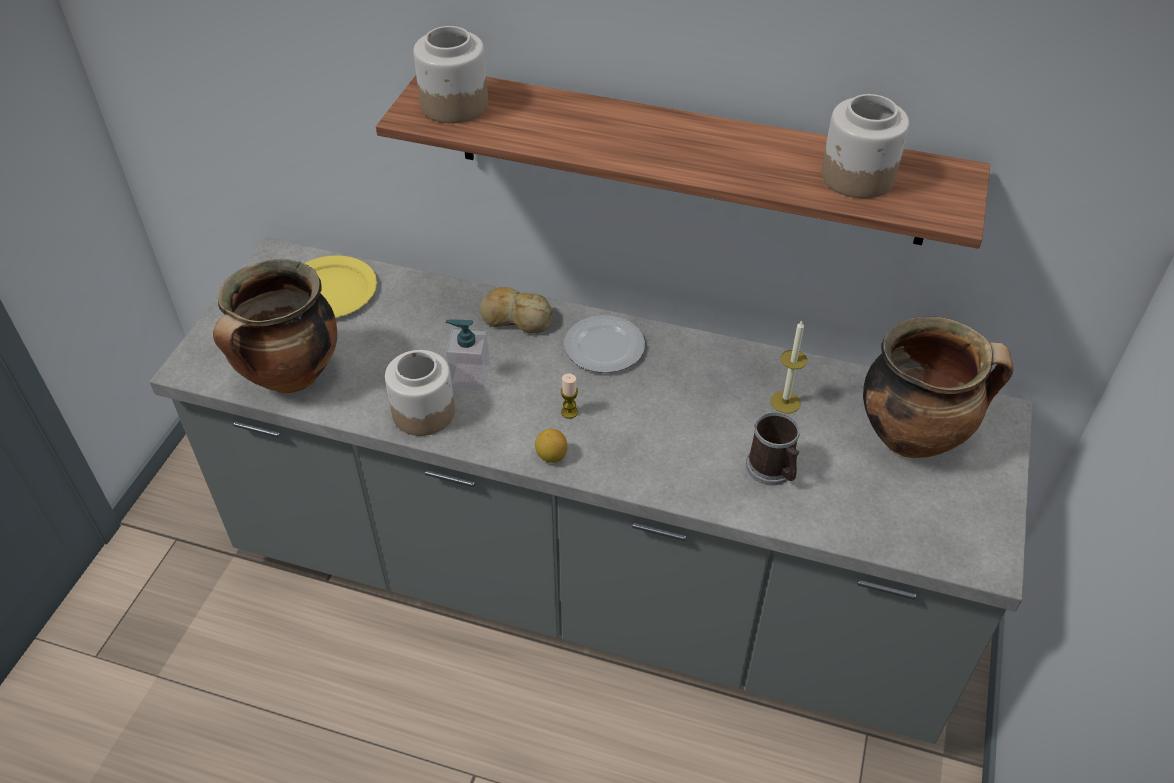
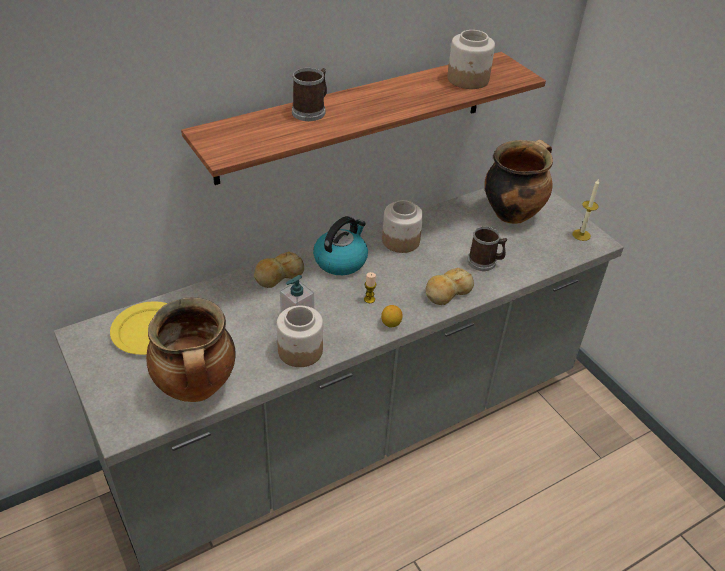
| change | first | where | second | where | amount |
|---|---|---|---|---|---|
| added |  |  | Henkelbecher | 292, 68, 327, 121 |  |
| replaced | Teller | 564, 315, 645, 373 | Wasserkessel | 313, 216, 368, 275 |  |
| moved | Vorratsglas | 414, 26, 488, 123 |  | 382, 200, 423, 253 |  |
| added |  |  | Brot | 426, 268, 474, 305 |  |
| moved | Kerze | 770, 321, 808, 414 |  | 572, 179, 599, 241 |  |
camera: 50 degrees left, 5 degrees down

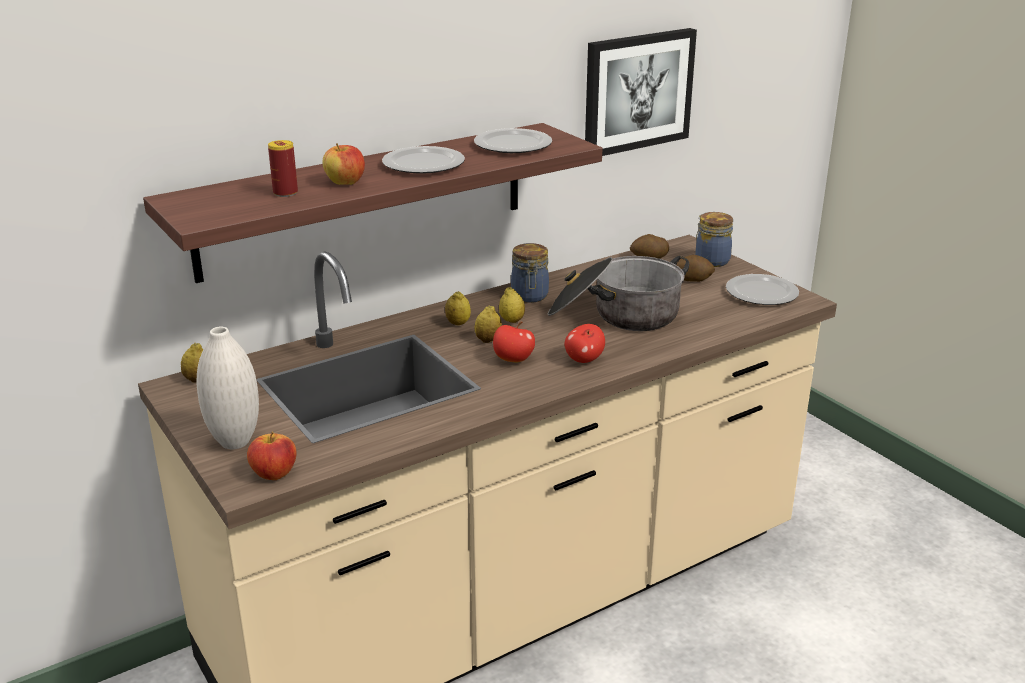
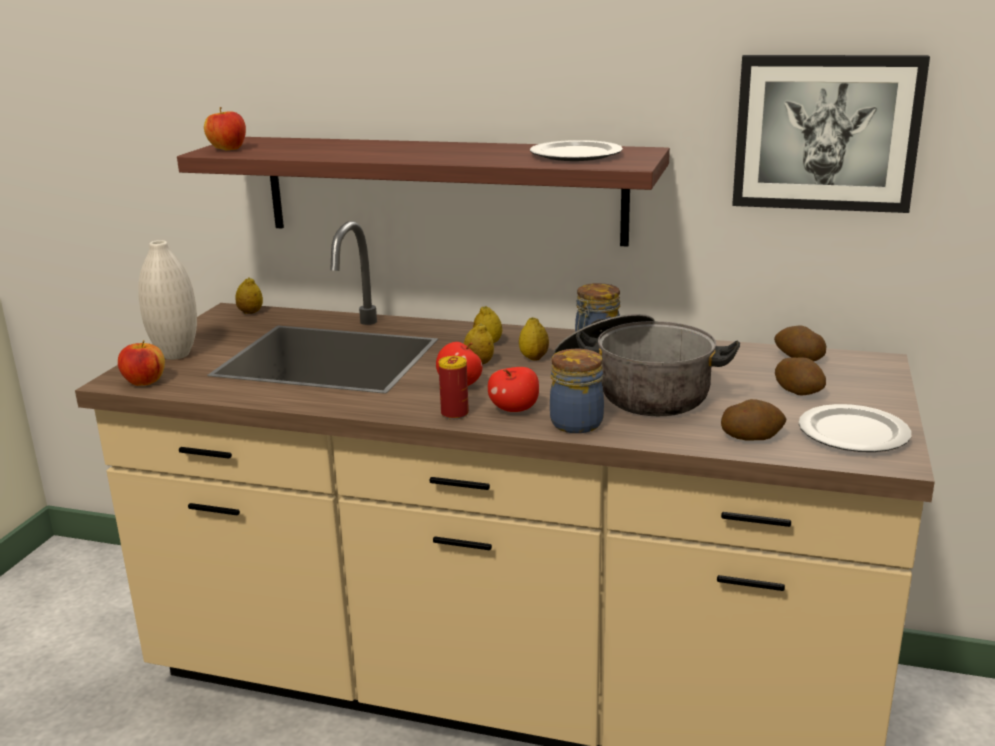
| change | first | where | second | where | amount |
|---|---|---|---|---|---|
| moved | Apfel | 323, 143, 365, 185 |  | 204, 107, 246, 150 |  |
| moved | Dose | 268, 140, 298, 197 |  | 439, 356, 469, 420 |  |
| moved | Vorratsglas | 696, 212, 733, 267 |  | 550, 349, 604, 433 |  |
| added |  |  | Kartoffel | 721, 399, 787, 441 |  |
| removed | Teller | 382, 146, 465, 174 |  |  |  |
camera: 50 degrees right, 5 degrees down

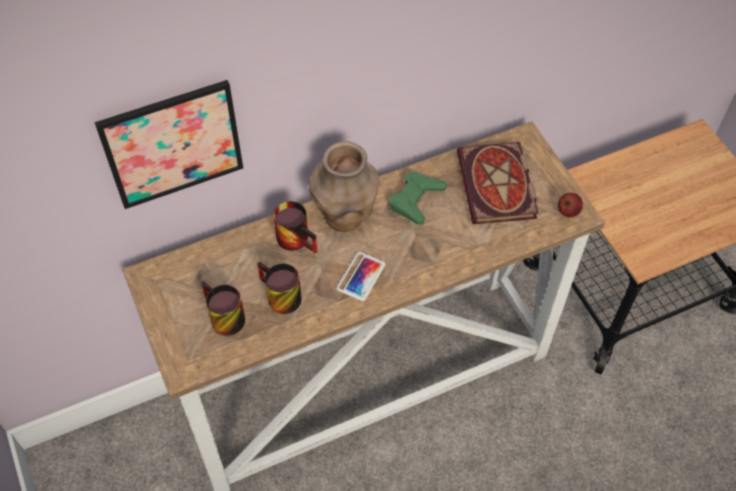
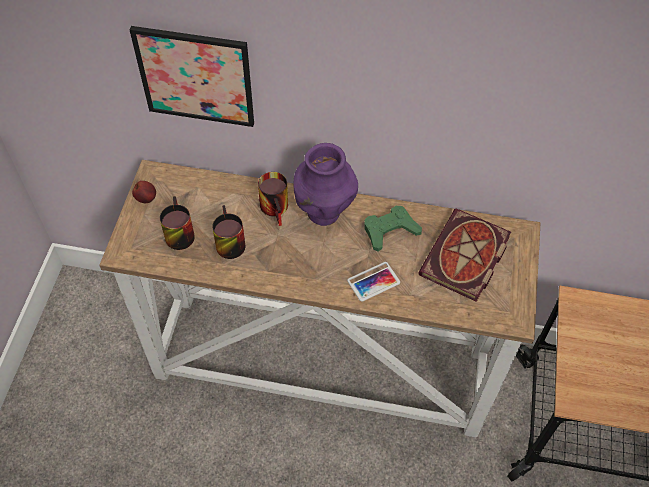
| change | first | where | second | where | amount |
|---|---|---|---|---|---|
| moved | Apfel | 558, 193, 583, 217 |  | 132, 181, 156, 203 |  |
| recoloured | Vase [braun] | 309, 141, 380, 232 | Vase [lila] | 294, 143, 358, 226 |  |
| moved | Handy | 336, 252, 385, 301 |  | 347, 262, 400, 301 |  |
camera: 35 degrees right, 0 degrees up

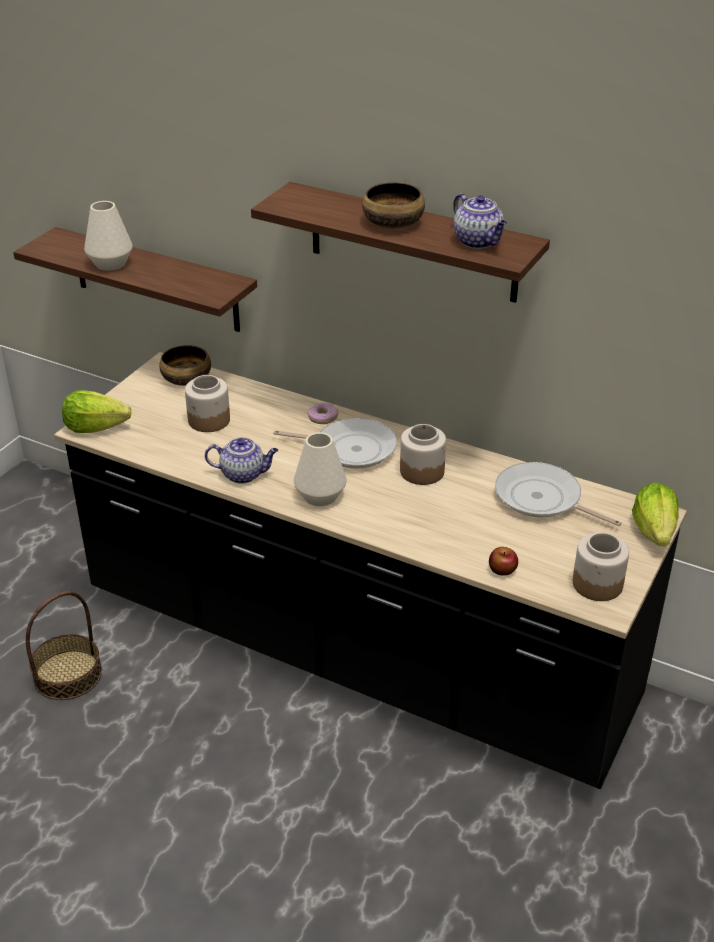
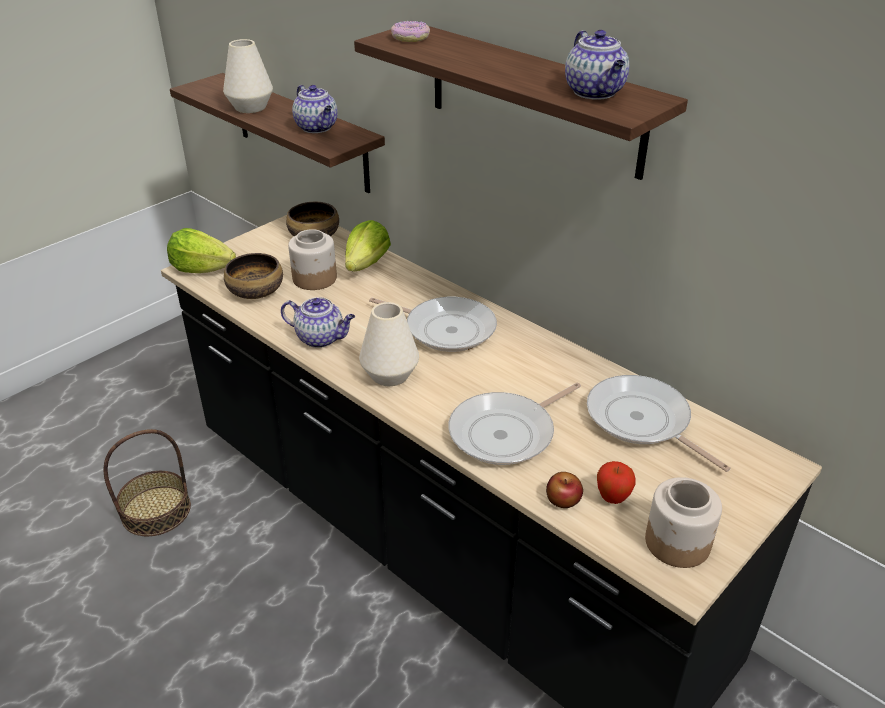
| change | first | where | second | where | amount |
|---|---|---|---|---|---|
| moved | Schüssel | 362, 182, 425, 229 |  | 224, 253, 283, 299 |  |
| added |  |  | Teekanne | 292, 85, 338, 133 |  |
| moved | Salatkopf | 632, 482, 679, 546 |  | 345, 220, 391, 271 |  |
| moved | Donut | 308, 403, 338, 424 |  | 391, 21, 430, 42 |  |
| added |  |  | Pfanne | 448, 383, 581, 465 |  |
| added |  |  | Apfel | 597, 461, 636, 504 |  |
| removed | Vorratsglas | 400, 424, 446, 485 |  |  |  |
camera: 15 degrees right, 0 degrees up

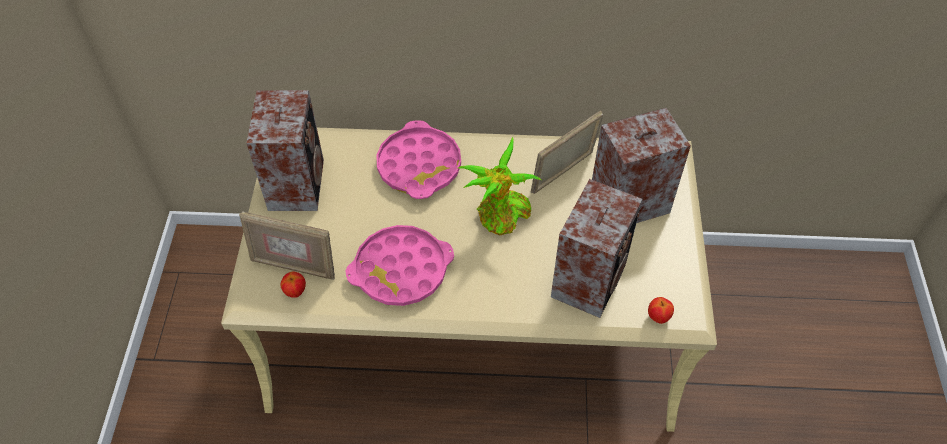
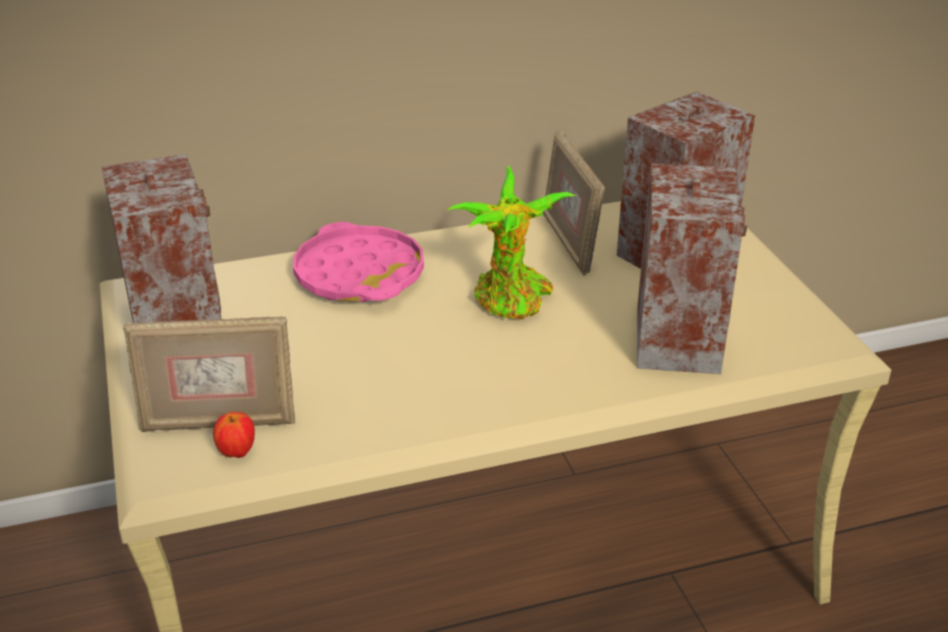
| change | first | where | second | where | amount |
|---|---|---|---|---|---|
| turned | Bilderrahmen | 531, 111, 603, 194 |  | 543, 130, 605, 276 | 45 degrees counterclockwise |
| removed | Tablett [rosa] | 345, 225, 454, 306 |  |  |  |
| removed | Apfel | 648, 297, 674, 324 |  |  |  |
camera: 20 degrees left, 20 degrees down

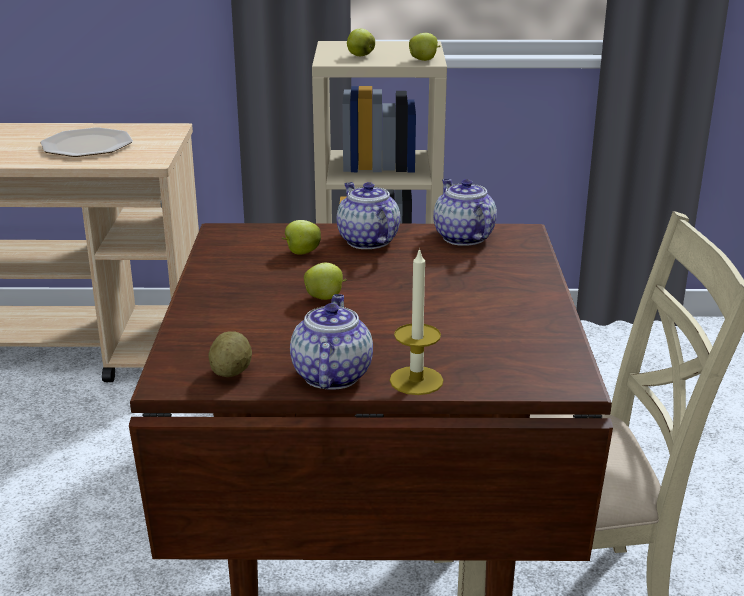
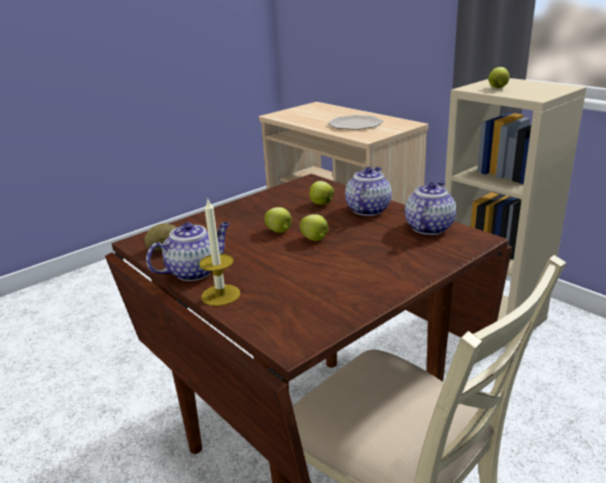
| change | first | where | second | where | amount |
|---|---|---|---|---|---|
| moved | Apfel | 409, 33, 440, 61 |  | 300, 214, 328, 241 |  |
camera: 50 degrees right, 0 degrees up

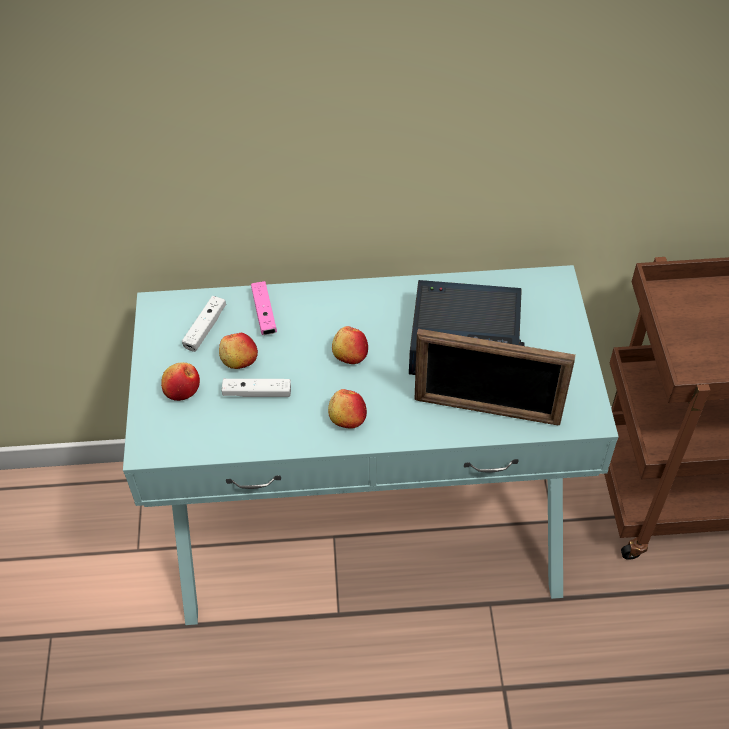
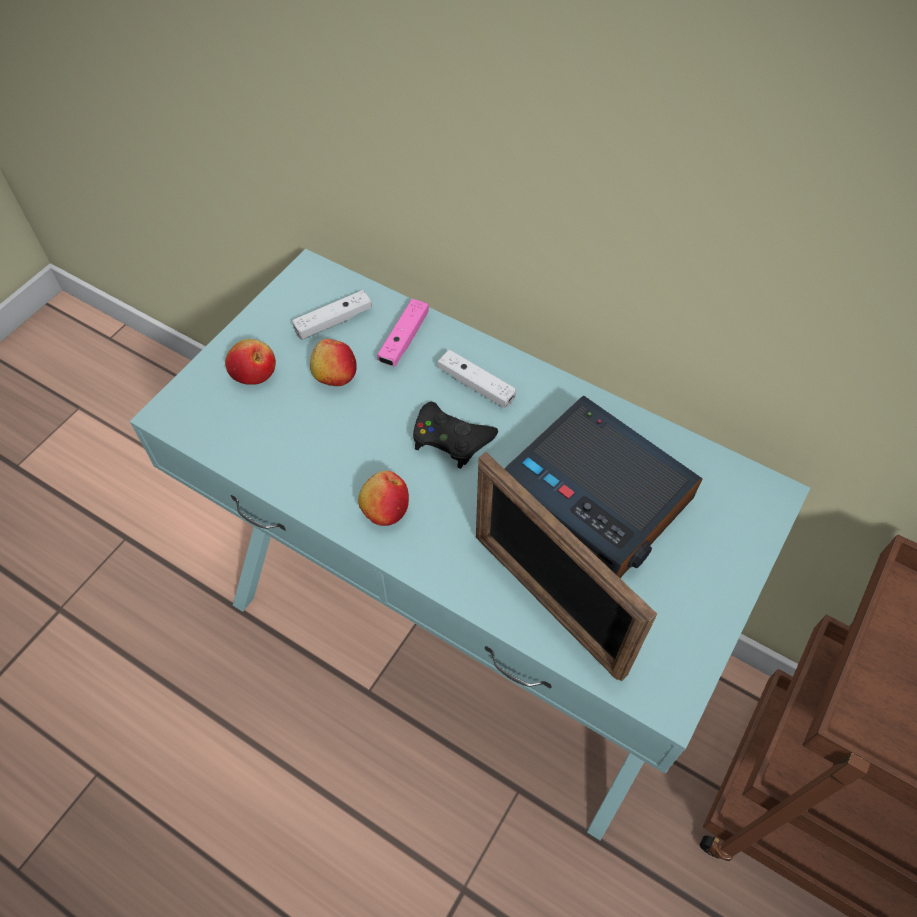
| change | first | where | second | where | amount |
|---|---|---|---|---|---|
| replaced | Apfel | 332, 326, 368, 364 | Gamepad [schwarz] | 413, 402, 498, 469 |  |
| moved | Gamepad [weiß] | 222, 379, 291, 397 |  | 438, 350, 516, 408 |  |
camera: 35 degrees right, 5 degrees up

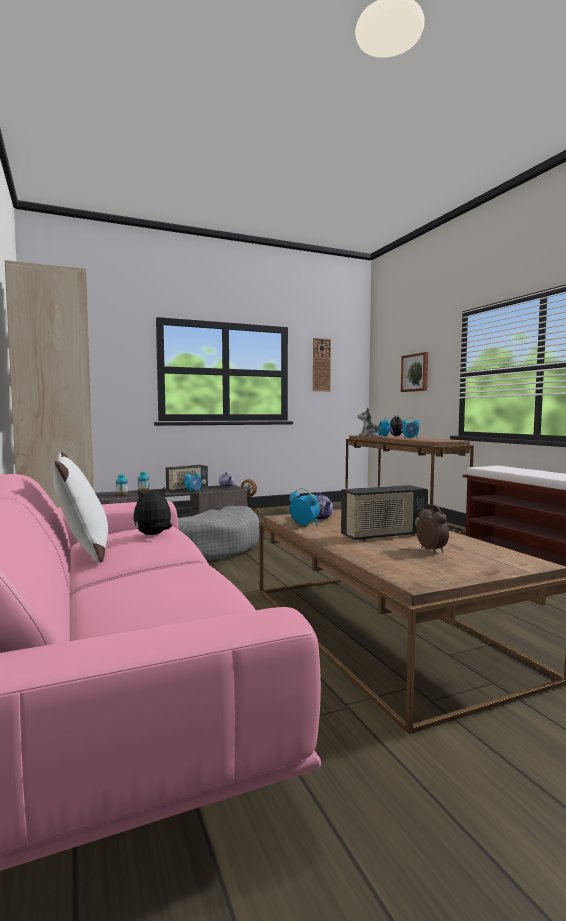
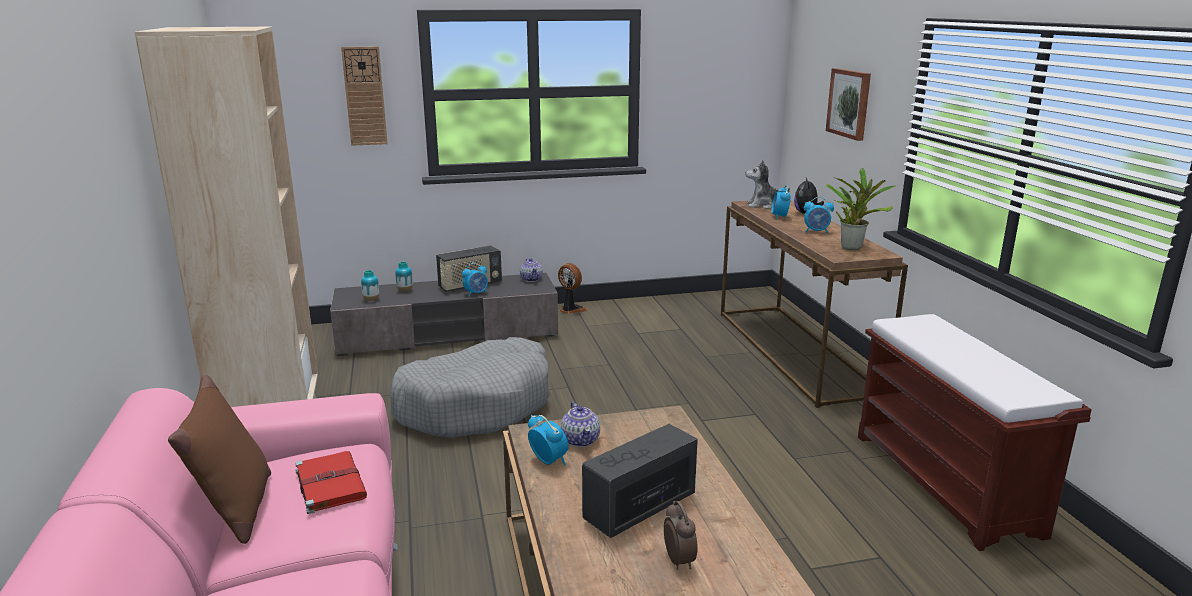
| change | first | where | second | where | amount |
|---|---|---|---|---|---|
| recoloured | Kissen [weiß] | 53, 452, 108, 563 | Kissen [braun] | 168, 375, 271, 544 |  |
| replaced | Plüschtier | 133, 488, 172, 535 | Buch [rot] | 295, 451, 367, 514 |  |
| moved | Wanduhr | 313, 338, 331, 391 |  | 341, 46, 388, 146 |  |
| turned | Radio | 341, 485, 428, 541 |  | 582, 424, 698, 538 | 150 degrees clockwise |
| added |  |  | Topfpflanze | 826, 168, 895, 250 |  |
camera: 10 degrees right, 15 degrees up

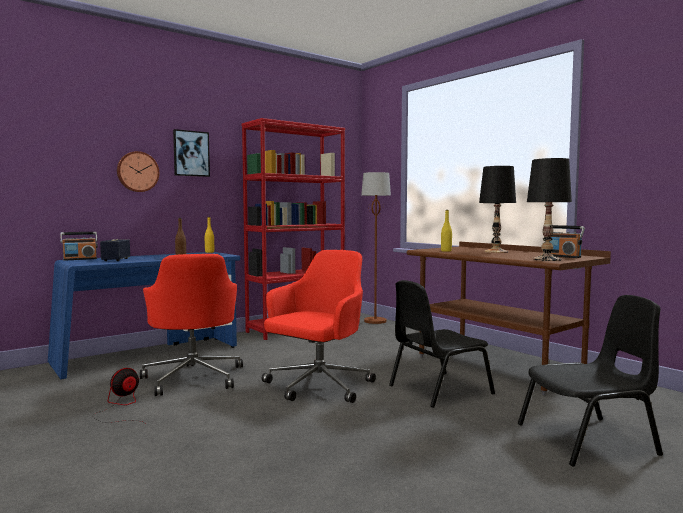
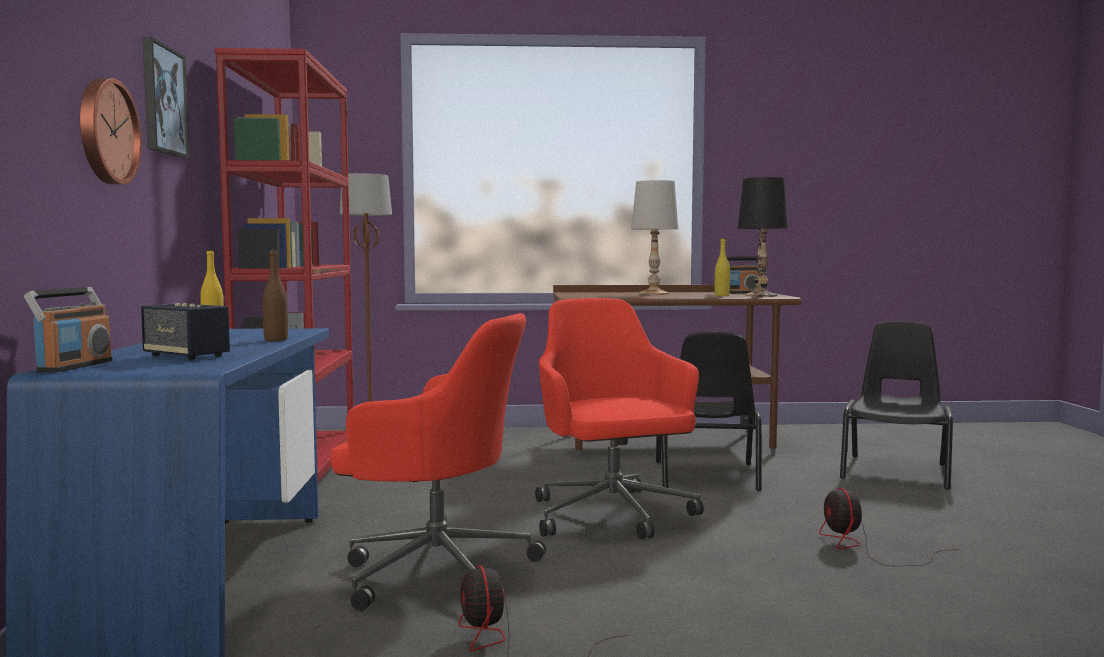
| change | first | where | second | where | amount |
|---|---|---|---|---|---|
| recoloured | Tischlampe [schwarz] | 479, 166, 516, 253 | Tischlampe [weiß] | 631, 180, 678, 295 |  |
| moved | Flasche [gelb] | 441, 210, 452, 252 |  | 715, 238, 730, 296 |  |
| added |  |  | Ventilator | 819, 488, 959, 566 |  |
camera: 55 degrees left, 0 degrees up

